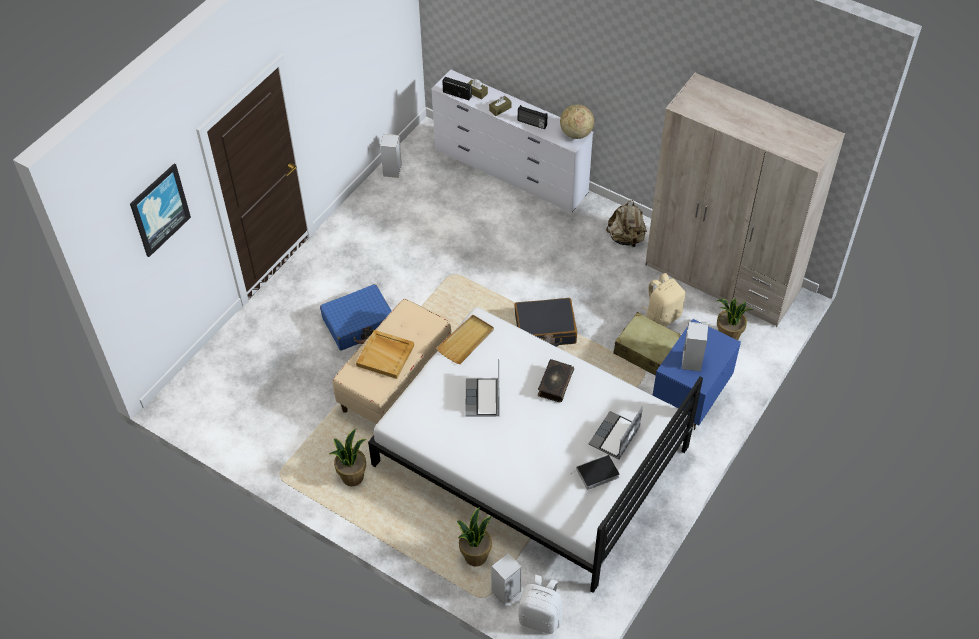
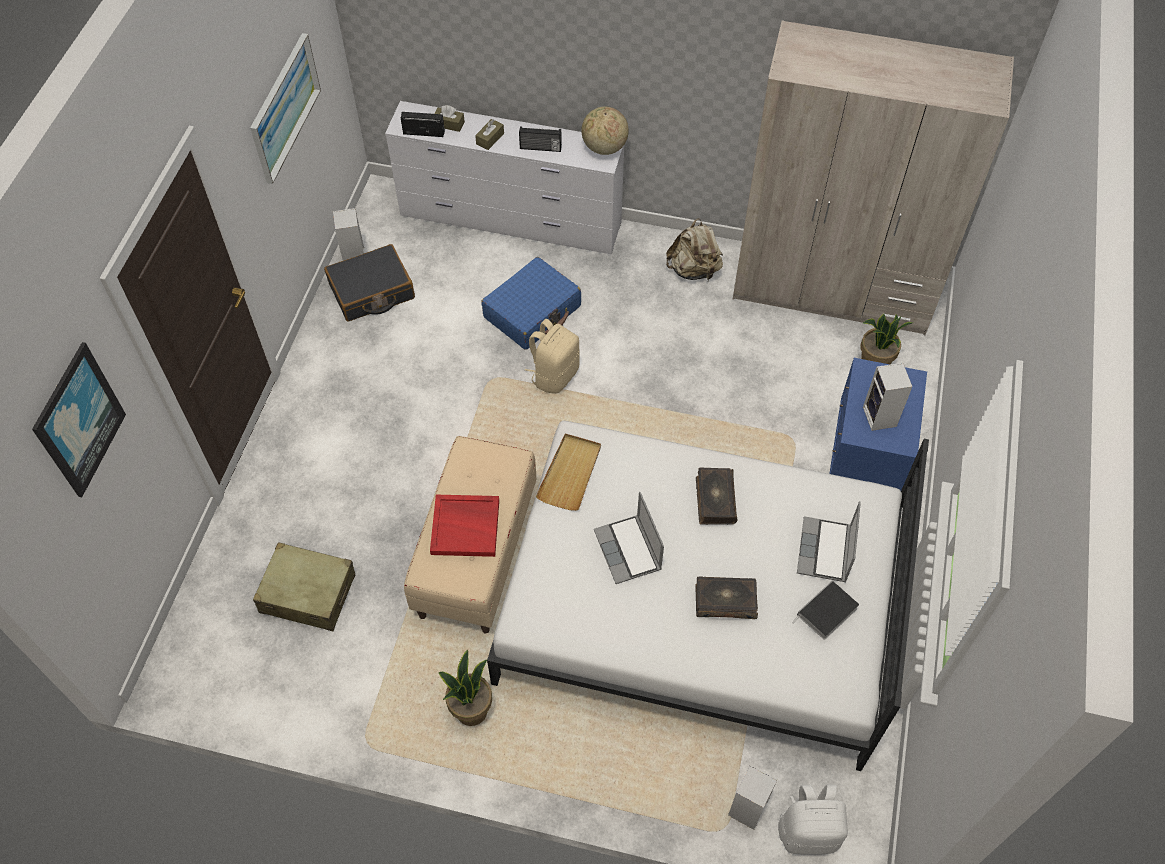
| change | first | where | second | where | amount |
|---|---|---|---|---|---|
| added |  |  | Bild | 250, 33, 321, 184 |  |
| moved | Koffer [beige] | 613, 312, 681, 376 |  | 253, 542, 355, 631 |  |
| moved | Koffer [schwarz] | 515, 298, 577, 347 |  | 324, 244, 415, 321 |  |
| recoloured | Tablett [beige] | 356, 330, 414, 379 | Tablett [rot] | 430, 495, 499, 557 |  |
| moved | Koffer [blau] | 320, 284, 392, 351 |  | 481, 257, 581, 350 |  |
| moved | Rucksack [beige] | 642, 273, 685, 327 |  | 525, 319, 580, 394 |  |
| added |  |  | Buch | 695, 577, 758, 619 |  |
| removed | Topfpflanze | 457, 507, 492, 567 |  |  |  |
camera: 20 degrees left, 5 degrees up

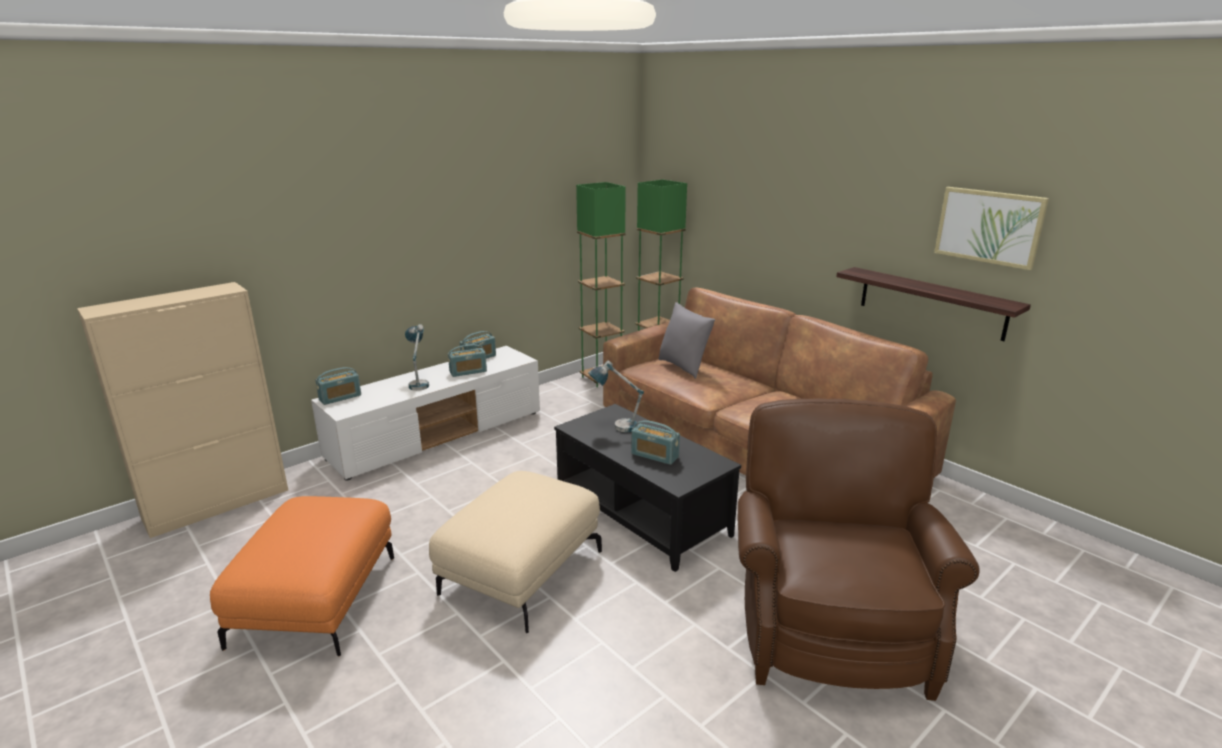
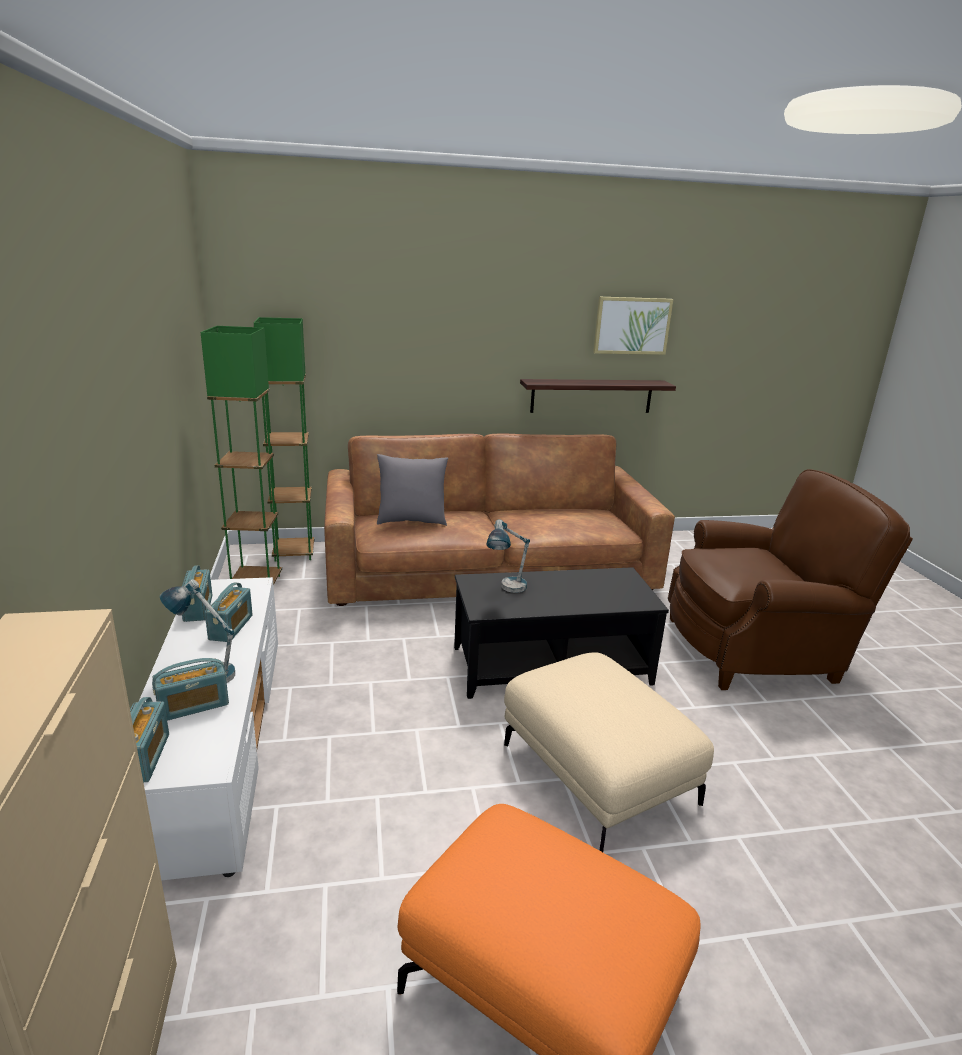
| change | first | where | second | where | amount |
|---|---|---|---|---|---|
| moved | Radio | 631, 420, 680, 465 |  | 152, 658, 229, 721 |  |
| turned | Sessel [braun] | 738, 398, 980, 701 |  | 668, 469, 913, 690 | 135 degrees clockwise |
camera: 60 degrees left, 0 degrees up

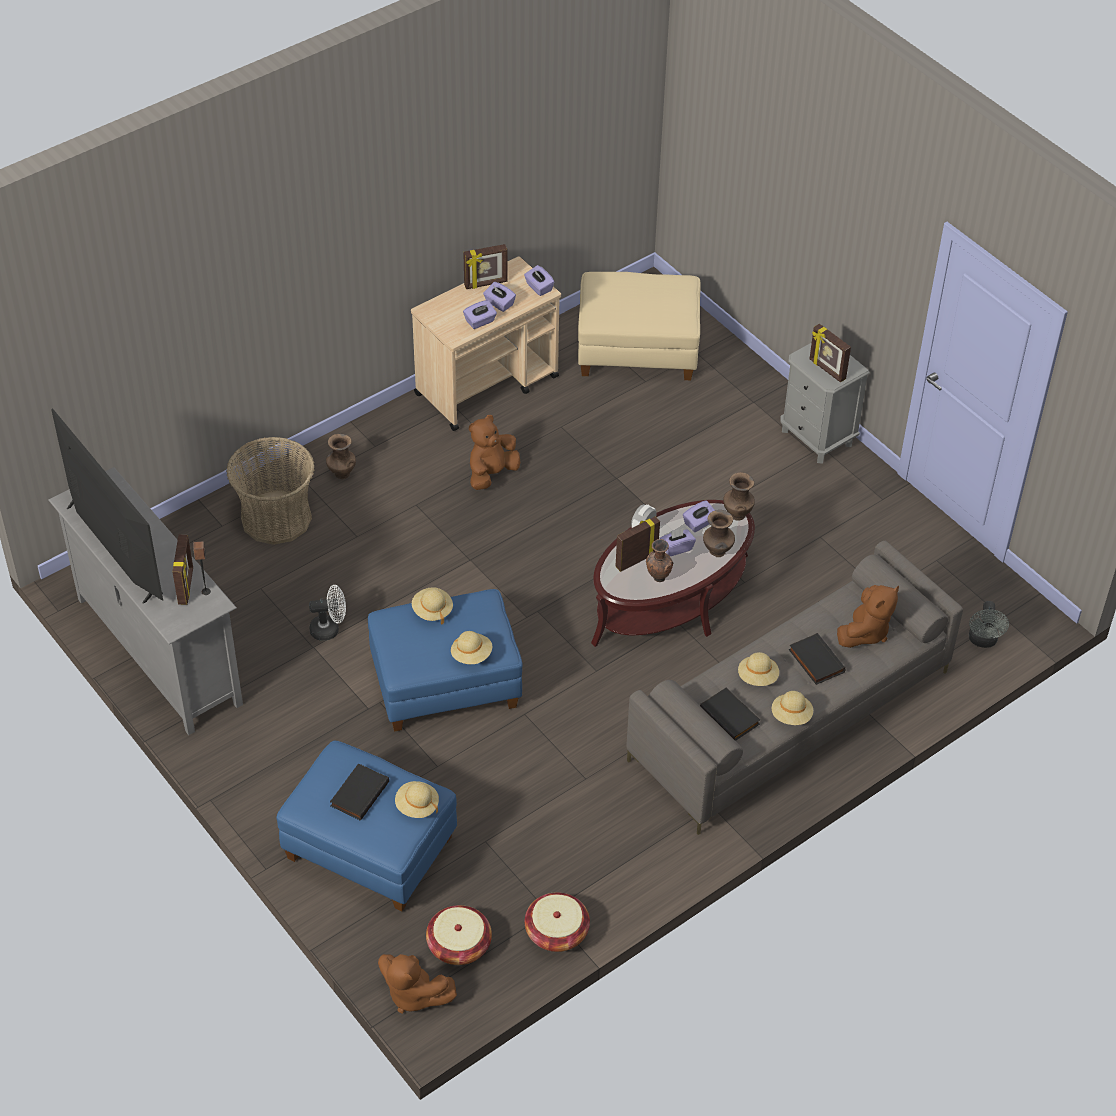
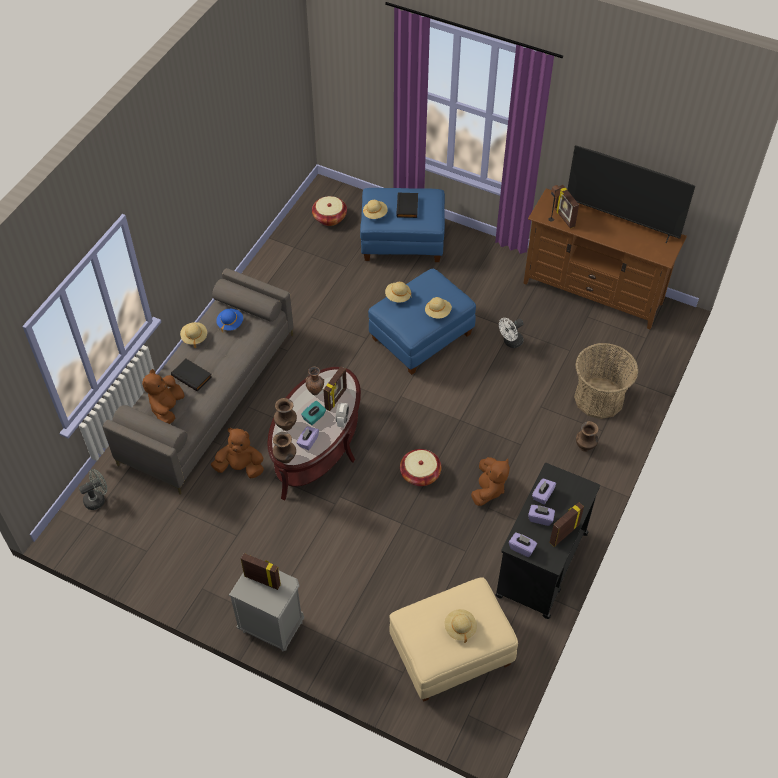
| change | first | where | second | where | amount |
|---|---|---|---|---|---|
| turned | Ventilator [grau] | 969, 601, 1009, 648 |  | 79, 469, 107, 510 | 75 degrees clockwise |
| moved | Plüschtier [braun] | 378, 954, 457, 1014 |  | 211, 428, 264, 478 |  |
| replaced | Buch [schwarz] | 700, 688, 760, 741 | Hut [blau] | 216, 309, 243, 333 |  |
| recoloured | Taschentuchbox [lila] | 660, 528, 696, 556 | Taschentuchbox [türkis] | 301, 401, 326, 425 |  |
| moved | Korb | 525, 892, 590, 952 |  | 400, 449, 441, 486 |  |
| moved | Hut [beige] | 738, 652, 779, 686 |  | 445, 609, 477, 643 |  |
| recoloured | Rollwagen [beige] | 411, 256, 561, 431 | Rollwagen [schwarz] | 495, 463, 600, 619 |  |
| recoloured | Fernsehschrank [grau] | 48, 467, 243, 735 | Fernsehschrank [braun] | 523, 188, 687, 329 |  |
camera: 155 degrees right, 5 degrees up

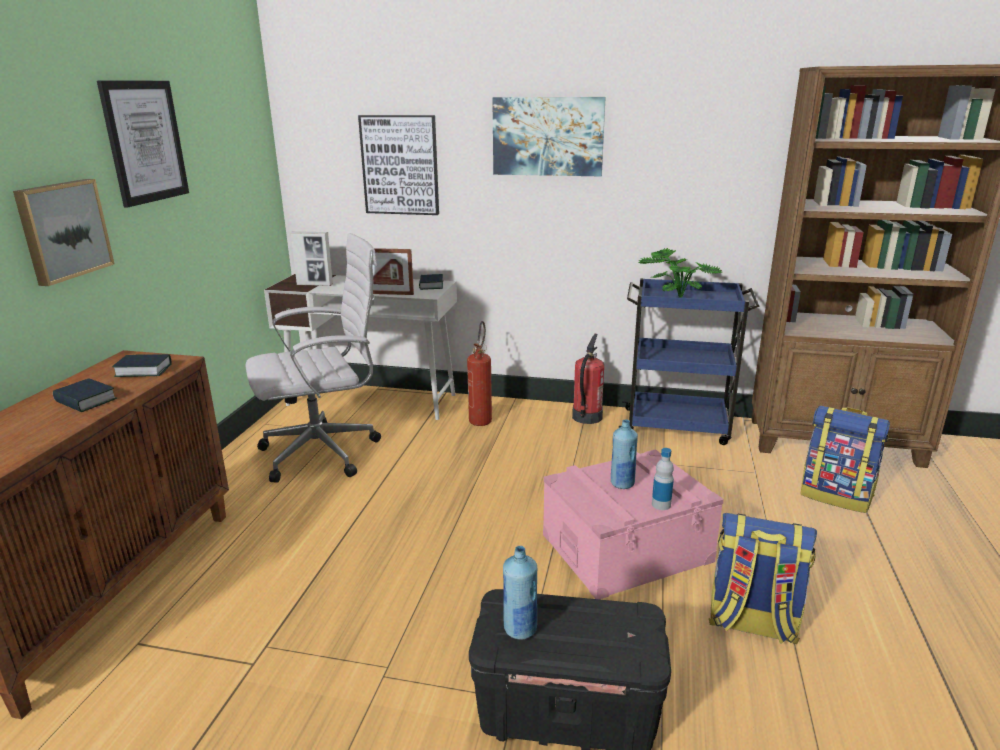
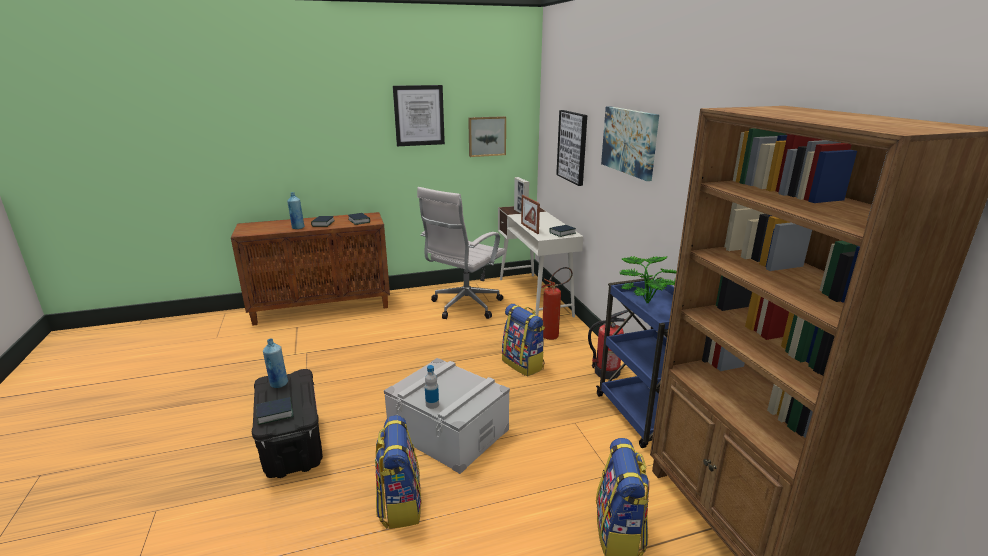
| change | first | where | second | where | amount |
|---|---|---|---|---|---|
| added |  |  | Buch | 256, 397, 294, 425 |  |
| moved | Flasche [blau] | 611, 419, 638, 489 |  | 287, 192, 305, 229 |  |
| recoloured | Aufbewahrungsbox [rosa] | 543, 449, 724, 599 | Aufbewahrungsbox [grau] | 384, 358, 510, 474 |  |
| turned | Bürostuhl [weiß] | 246, 233, 381, 483 |  | 417, 187, 506, 319 | 90 degrees clockwise |
| moved | Bild | 13, 179, 115, 286 |  | 468, 116, 506, 157 |  |
| added |  |  | Rucksack | 502, 304, 545, 377 |  |
camera: 60 degrees right, 0 degrees up

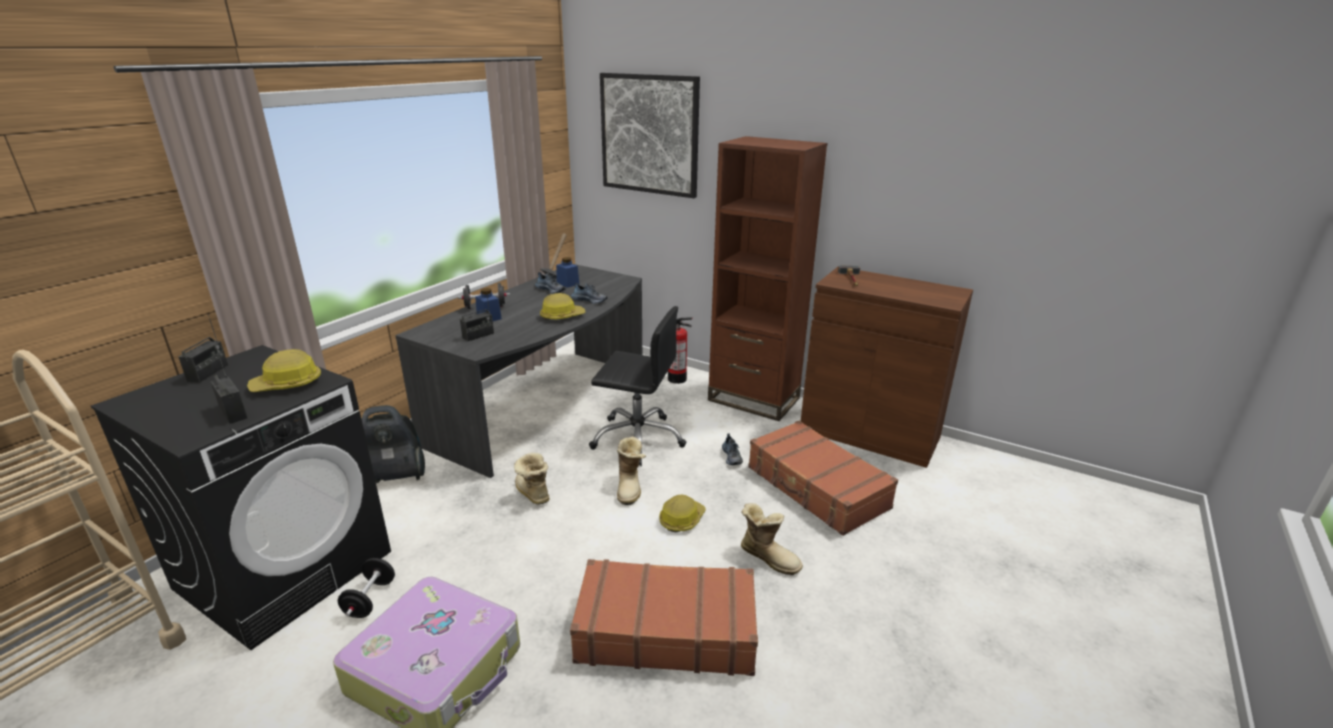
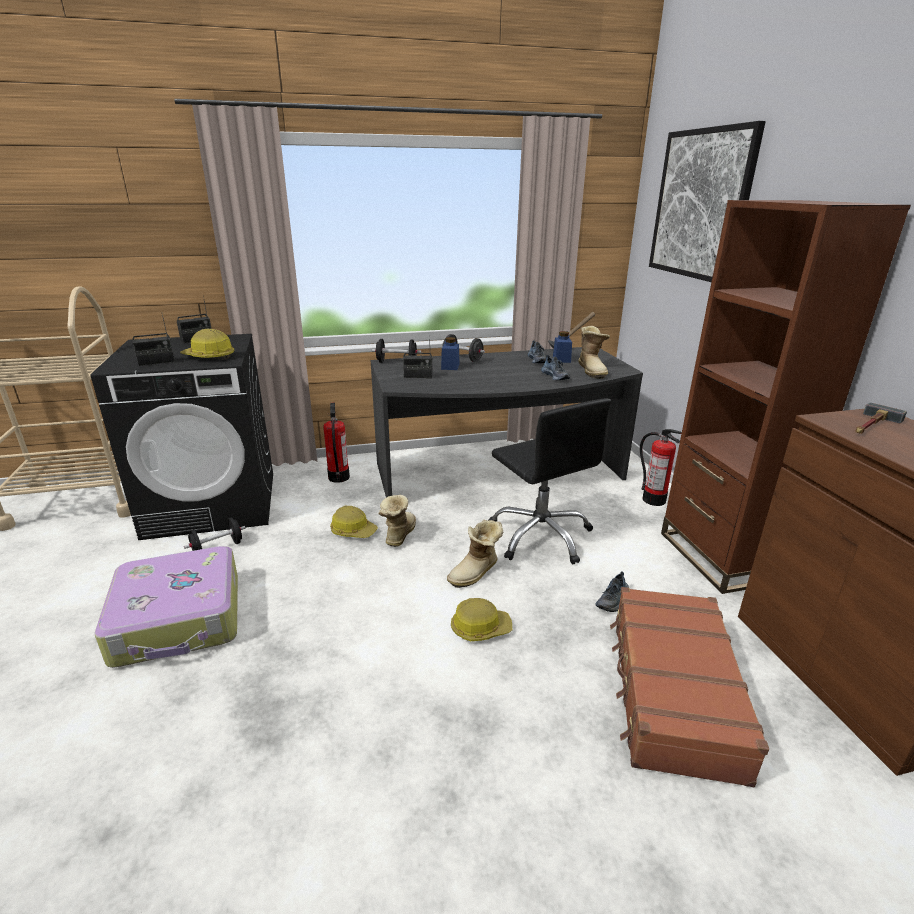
| change | first | where | second | where | amount |
|---|---|---|---|---|---|
| turned | Radio | 210, 347, 248, 424 |  | 132, 315, 175, 366 | 60 degrees clockwise |
| replaced | Staubsauger | 362, 405, 425, 483 | Feuerlöscher | 323, 402, 350, 483 |  |
| moved | Schutzhelm | 540, 293, 586, 321 |  | 330, 506, 378, 538 |  |
| added |  |  | Hantel [schwarz] | 372, 339, 421, 363 |  |
| moved | Stiefel | 741, 503, 803, 575 |  | 578, 326, 610, 379 |  |
| removed | Koffer [braun] | 570, 559, 758, 676 |  |  |  |
camera: 45 degrees right, 0 degrees up

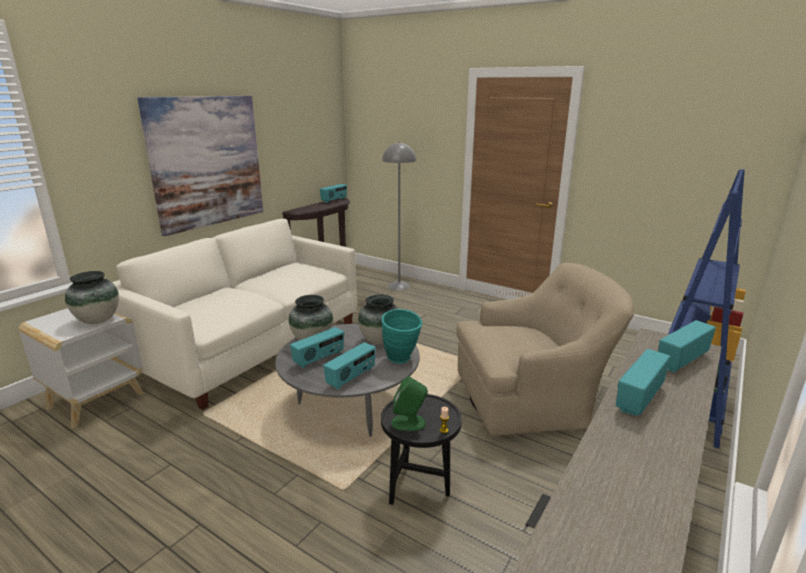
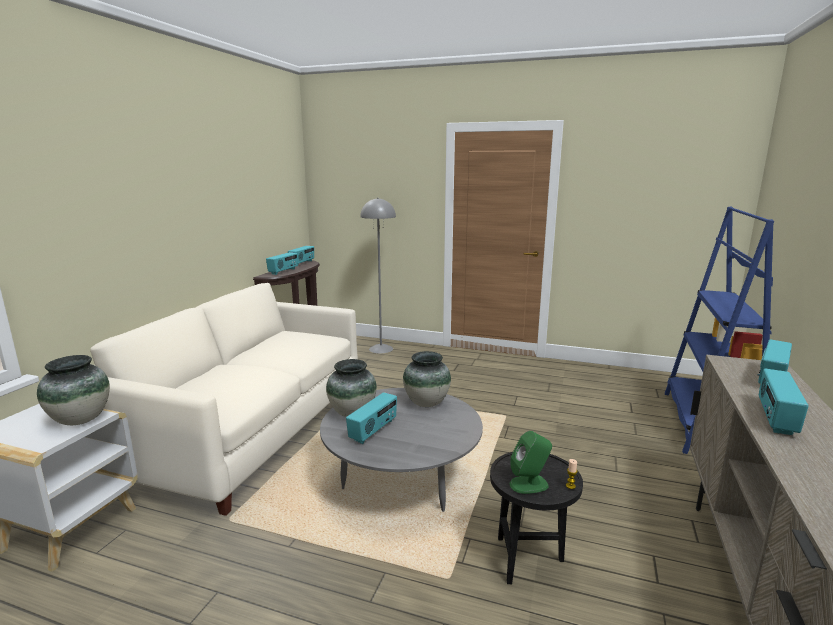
| change | first | where | second | where | amount |
|---|---|---|---|---|---|
| moved | Radio | 323, 342, 376, 390 |  | 266, 252, 297, 275 |  |
| removed | Bild | 137, 96, 263, 236 |  |  |  |
| removed | Vase [türkis] | 382, 309, 422, 364 |  |  |  |
| removed | Sessel [beige] | 456, 263, 635, 436 |  |  |  |
camera: 15 degrees left, 5 degrees down

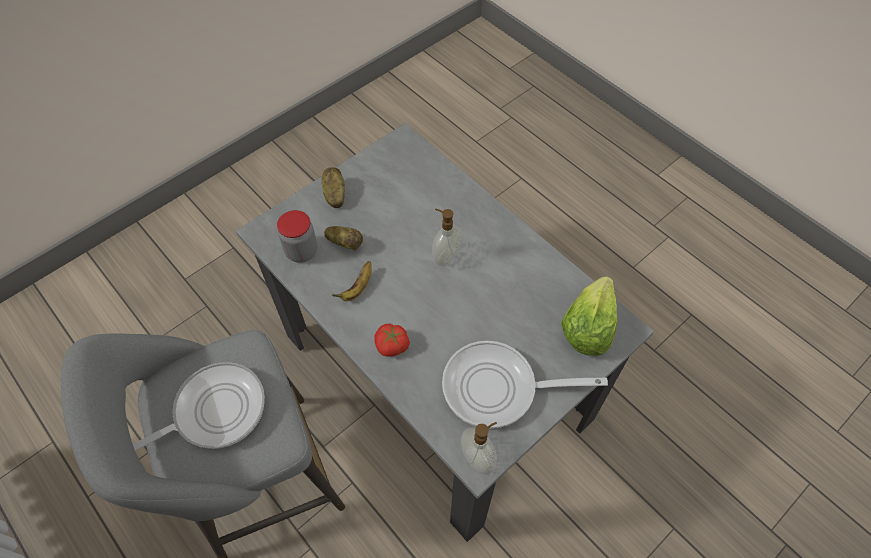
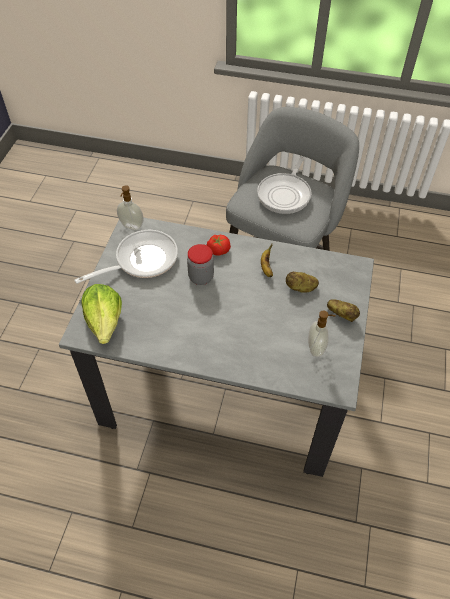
| change | first | where | second | where | amount |
|---|---|---|---|---|---|
| moved | Vorratsglas | 277, 210, 317, 263 |  | 187, 244, 214, 285 |  |
| moved | Seifenspender | 432, 209, 462, 266 |  | 308, 310, 336, 357 |  |
camera: 145 degrees right, 5 degrees down

